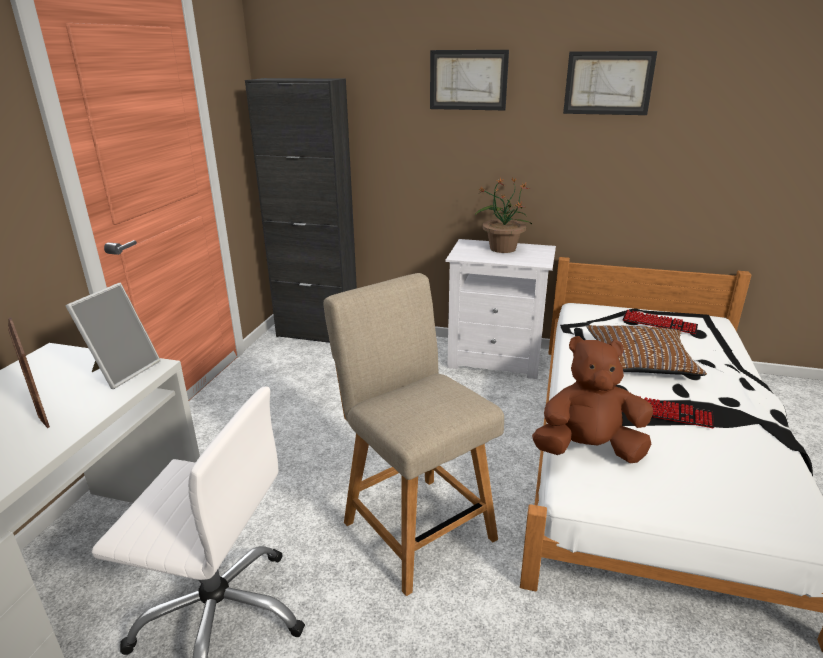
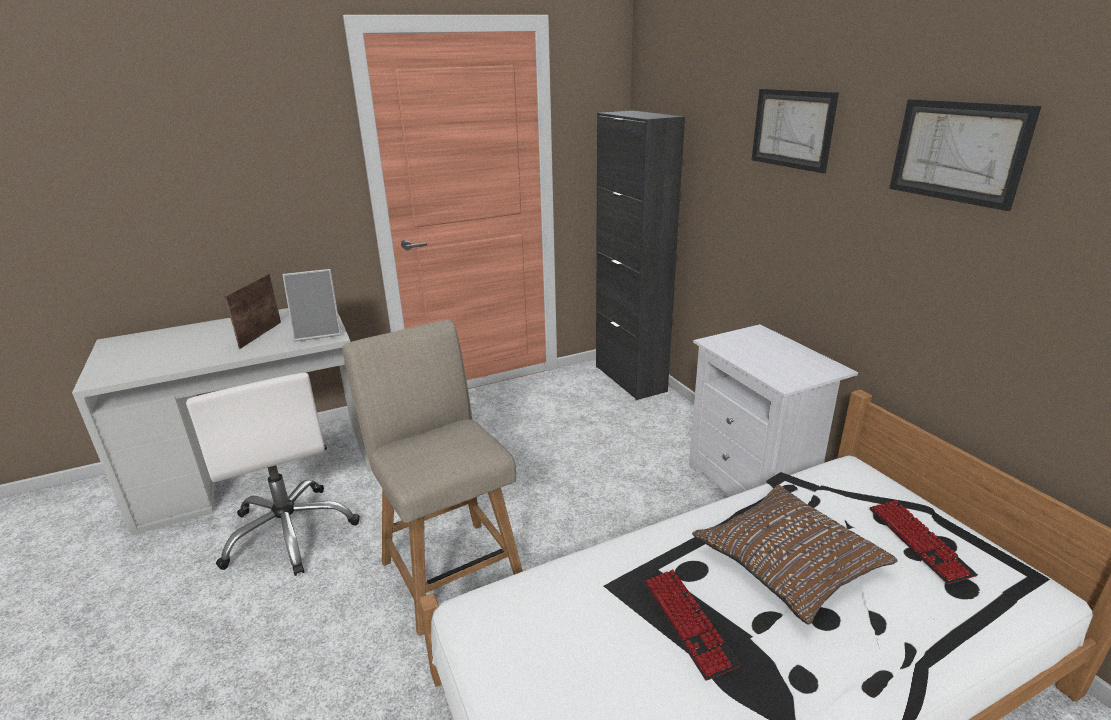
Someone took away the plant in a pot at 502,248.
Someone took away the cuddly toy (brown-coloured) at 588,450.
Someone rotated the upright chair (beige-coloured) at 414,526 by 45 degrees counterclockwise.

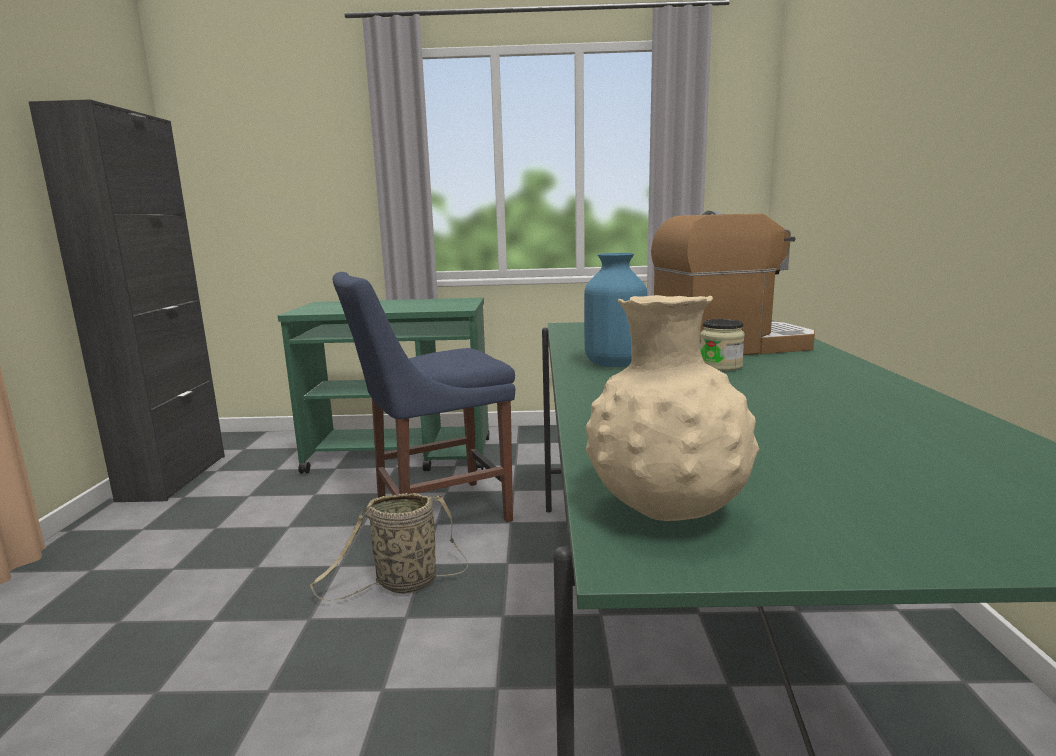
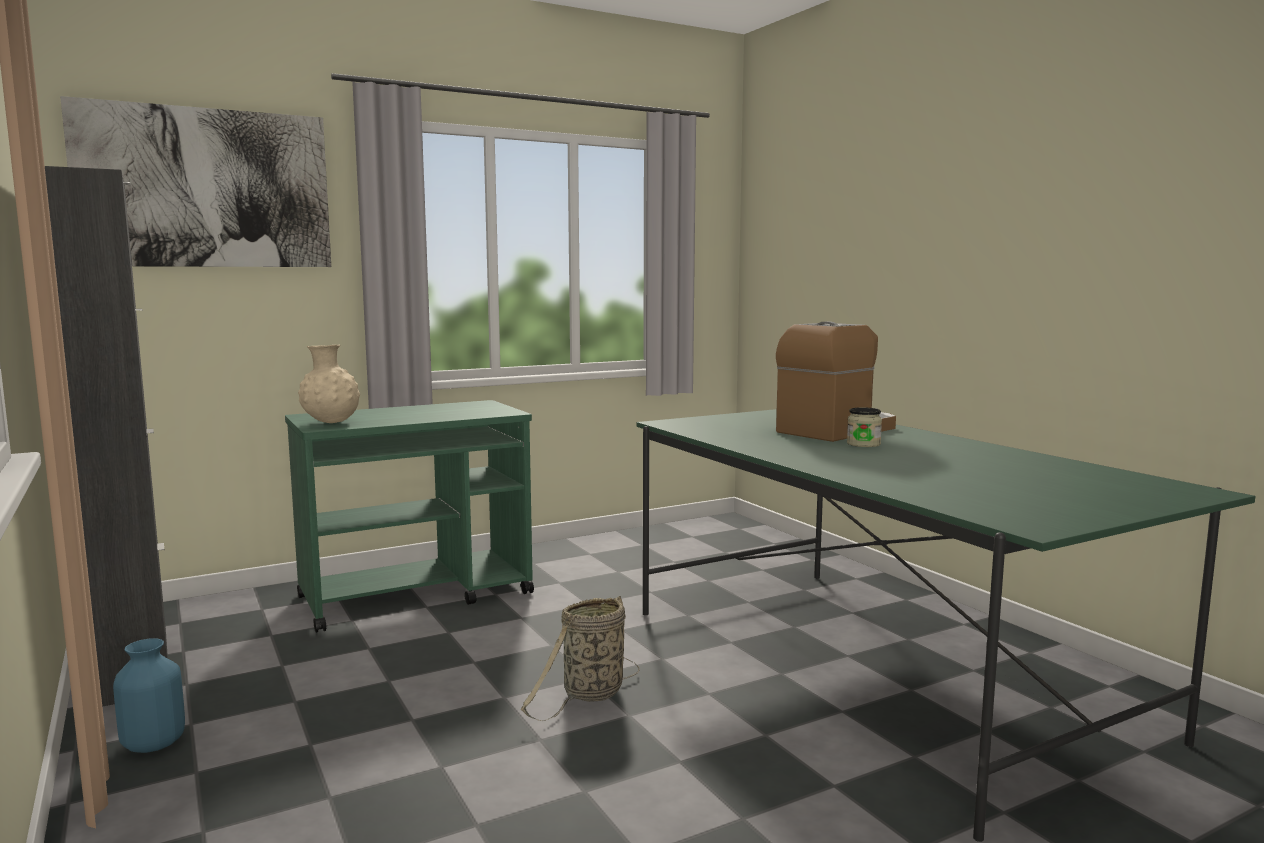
Someone took away the upright chair (blue) at 435,513.
Someone put up the picture at 206,188.
Someone carried the vase (blue) from 614,363 to 153,743.
Someone carried the vase (beige-coloured) from 667,513 to 331,423.

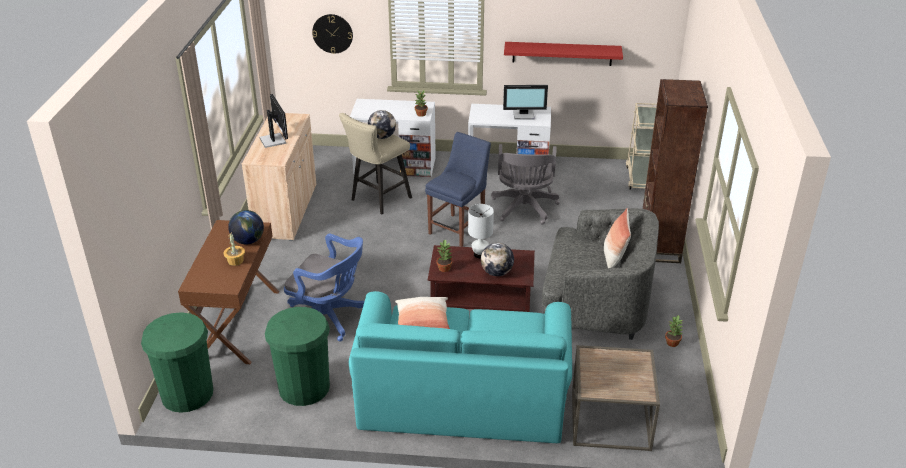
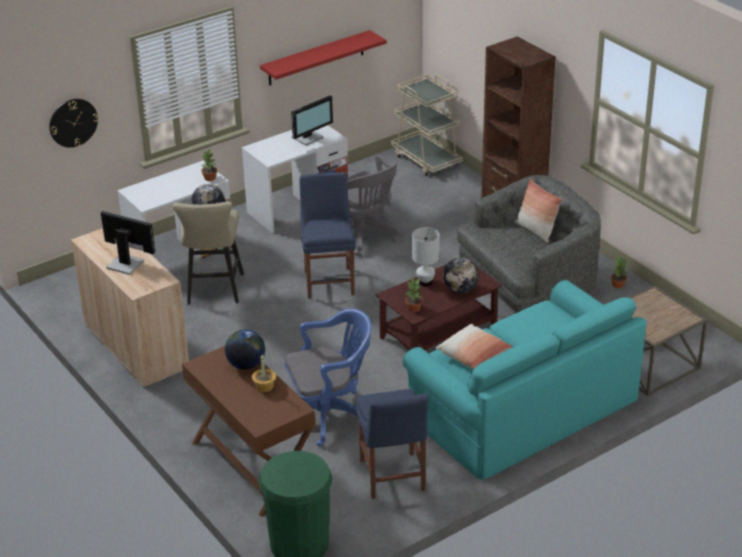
Someone swapped the rubbish bin (greenish) at 304,387 for the upright chair (blue) at 392,478.

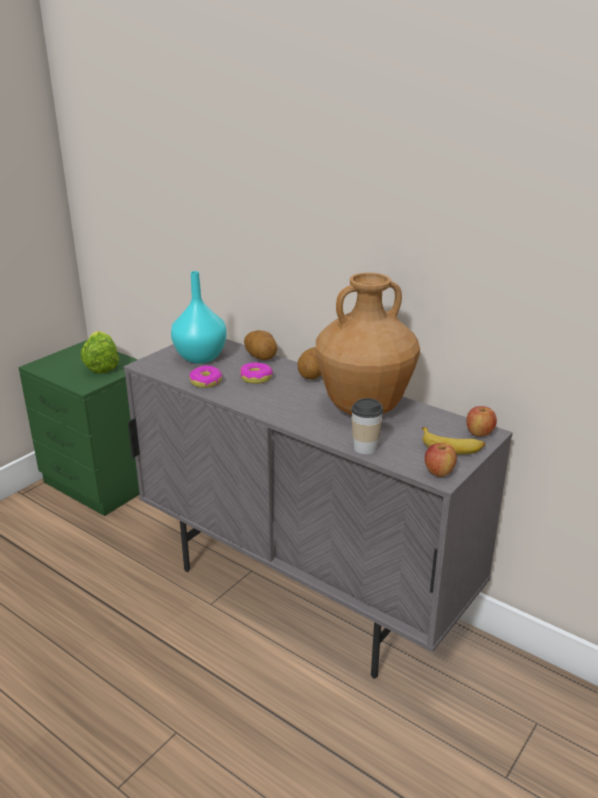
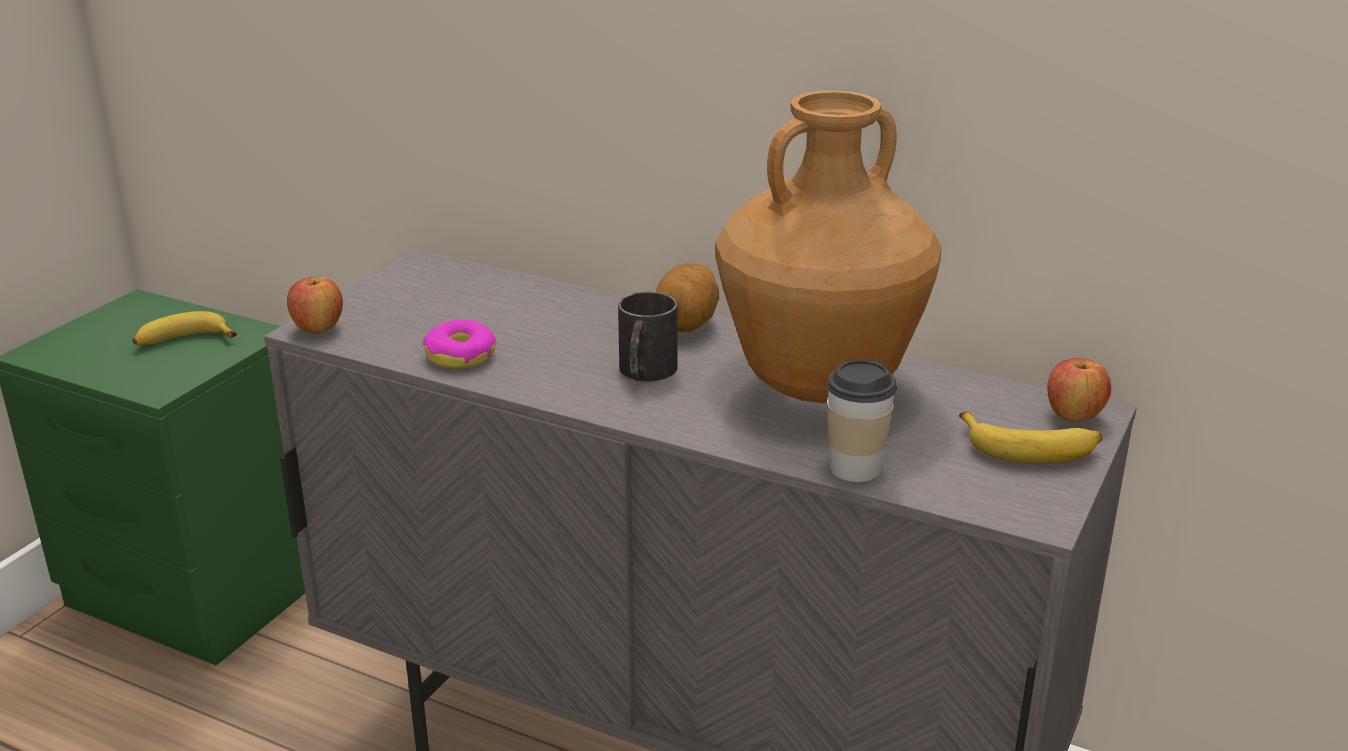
Someone took away the vase (blue-green) at 200,357.
Someone took away the doughnut at 256,378.
Someone took away the potato at 261,357.
Someone put down the mug (black-coloured) at 644,373.
Someone carried the apple fruit from 438,472 to 318,329.
Someone swapped the lettuce head at 101,365 for the whole banana at 183,341.

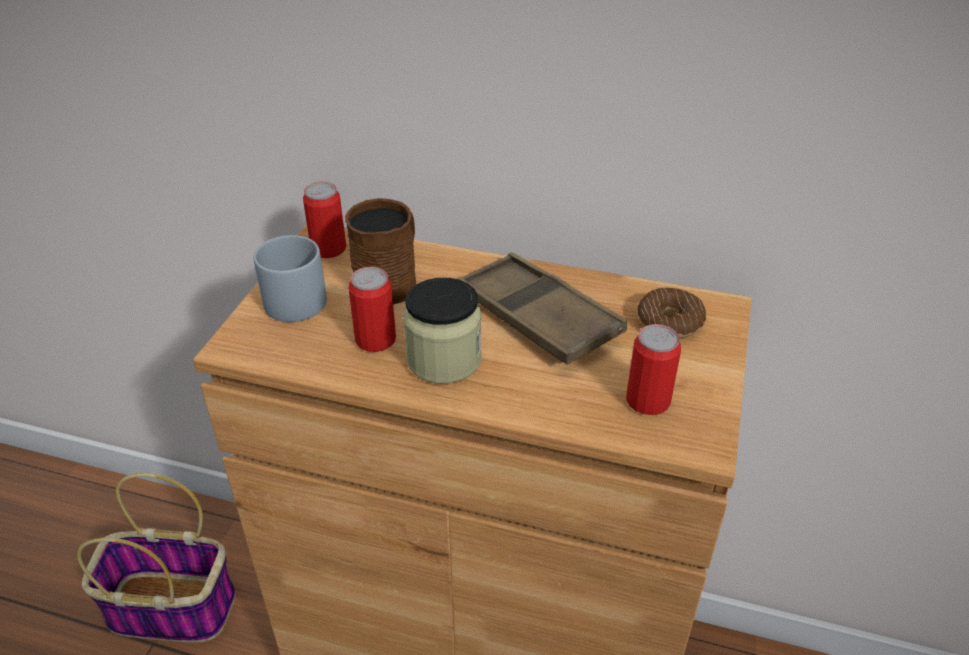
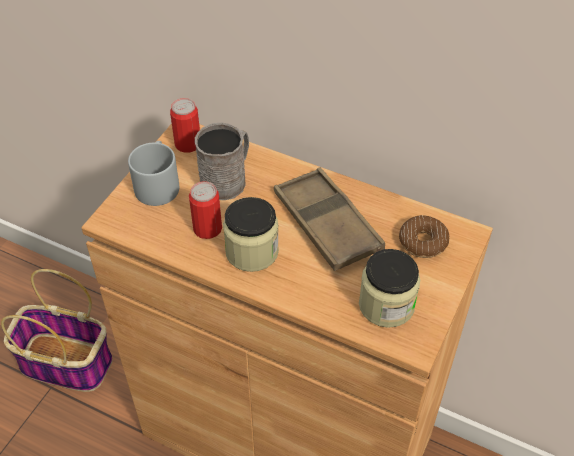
Someone swapped the metal can at 647,401 for the jar at 386,305.
Someone repainted the mug (brown-coloured) at 390,281, which became the mug (greyish) at 227,179.

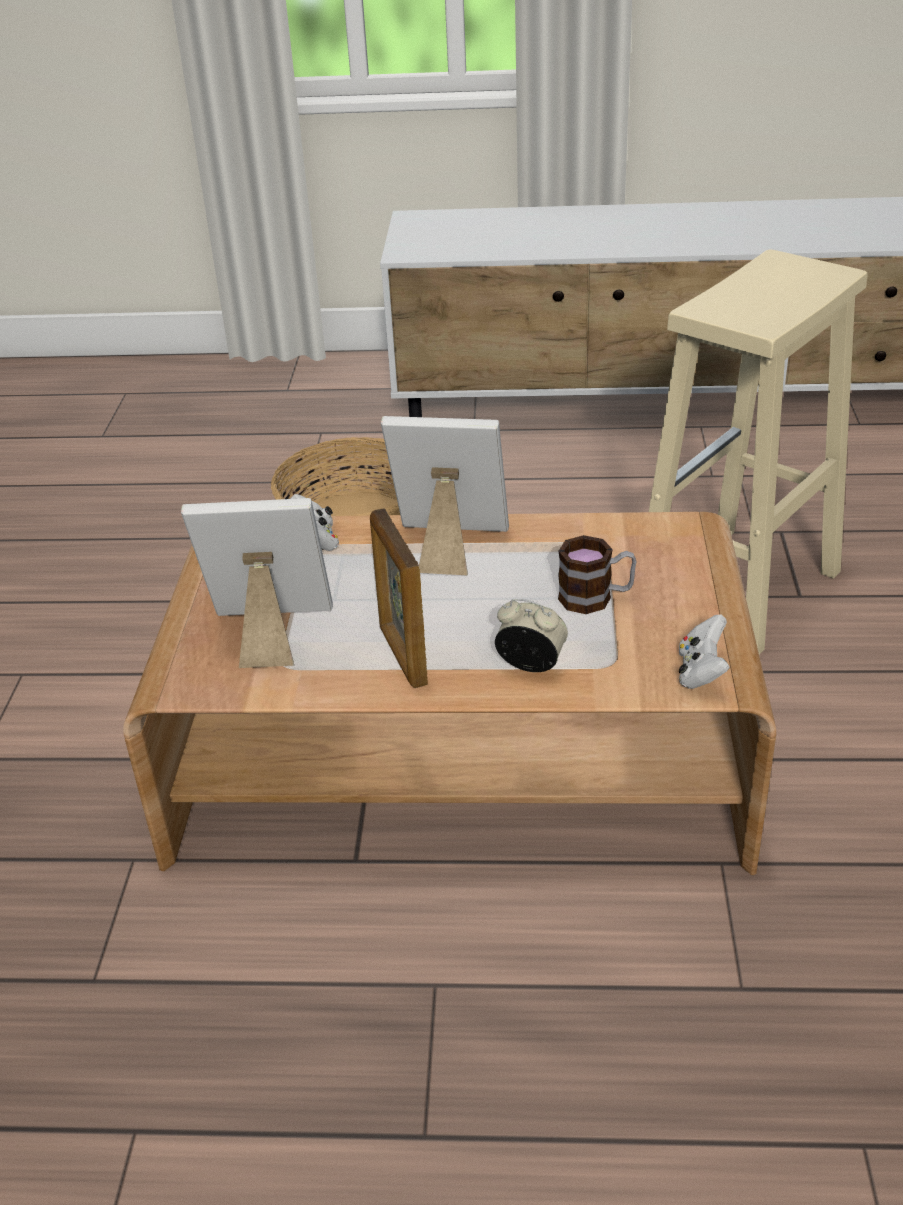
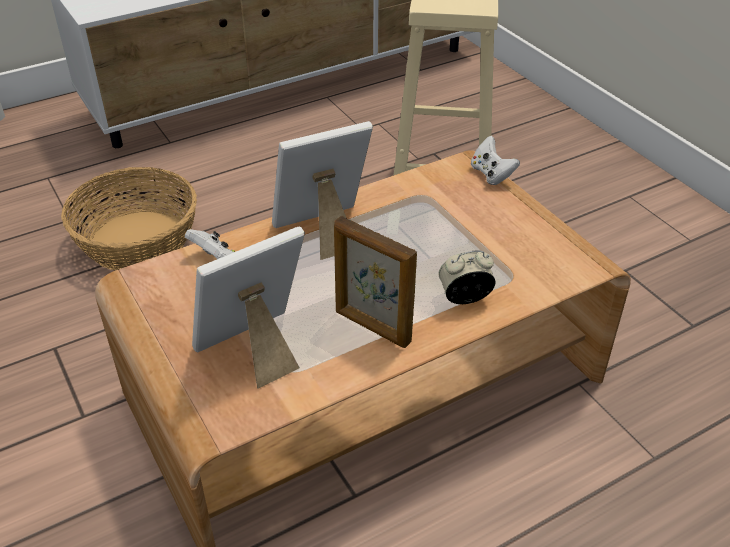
Someone took away the mug at 596,598.
Someone carried the joypad (white-coloured) from 701,672 to 491,174.

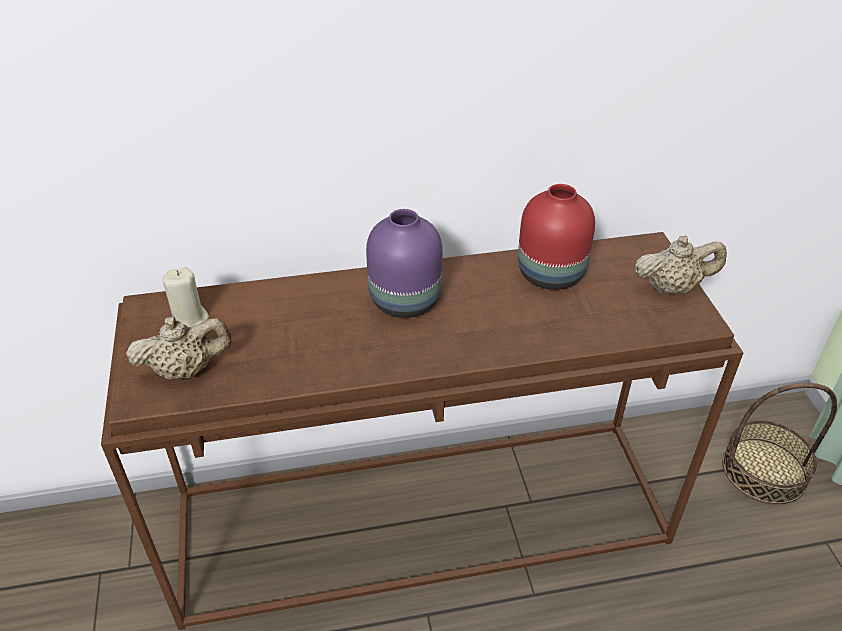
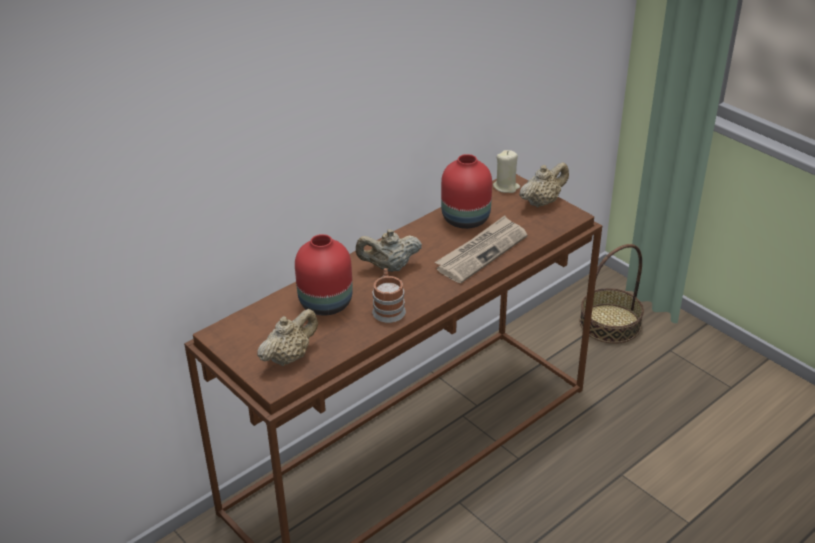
Someone put down the vase (red-coloured) at 325,304.
Someone put down the mug at 388,308.
Someone put down the daily paper at 481,252.
Someone carried the wax candle (beige-coloured) from 190,321 to 506,187.
Someone swapped the vase (purplish) at 403,301 for the tea pot (beige-coloured) at 389,267.

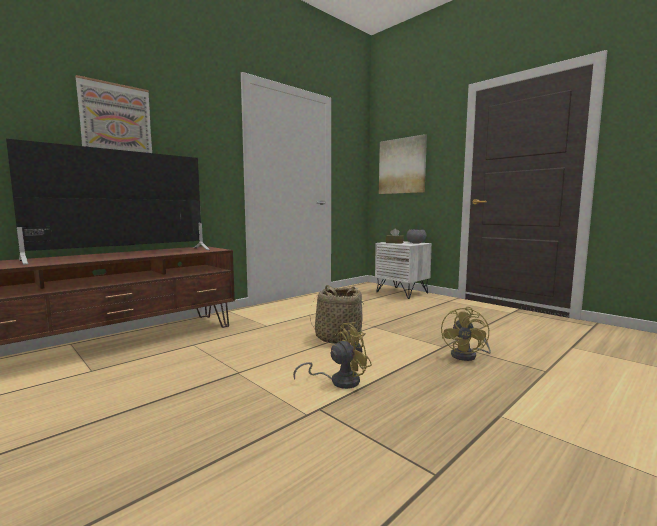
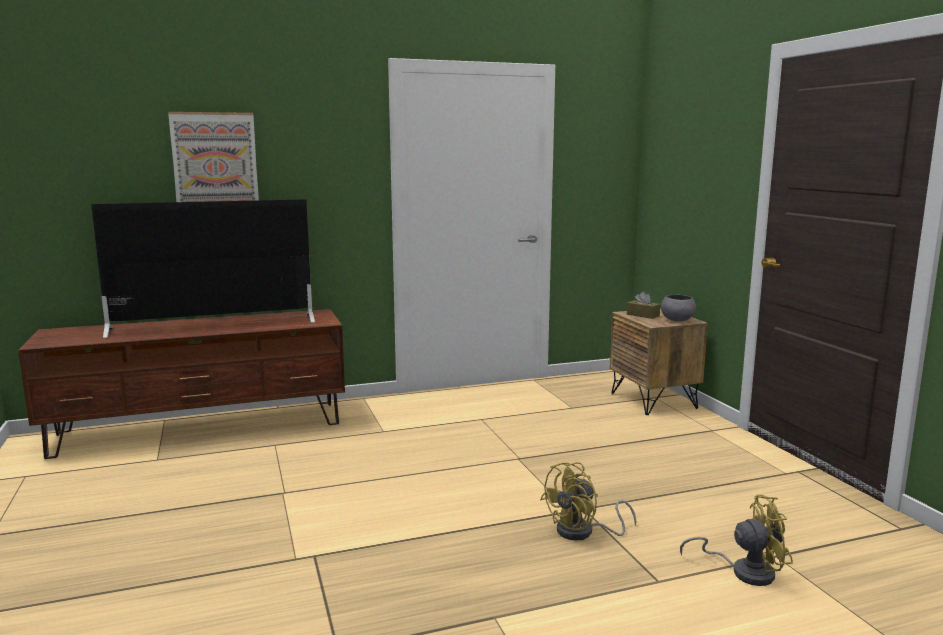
Someone took away the storage basket at 338,338.
Someone took away the picture at 402,166.
Someone carried the cooling fan (yellow) from 339,381 to 744,571.
Someone repainted the nightstand (white-coloured) at 402,293, which became the nightstand (brown-coloured) at 654,401.

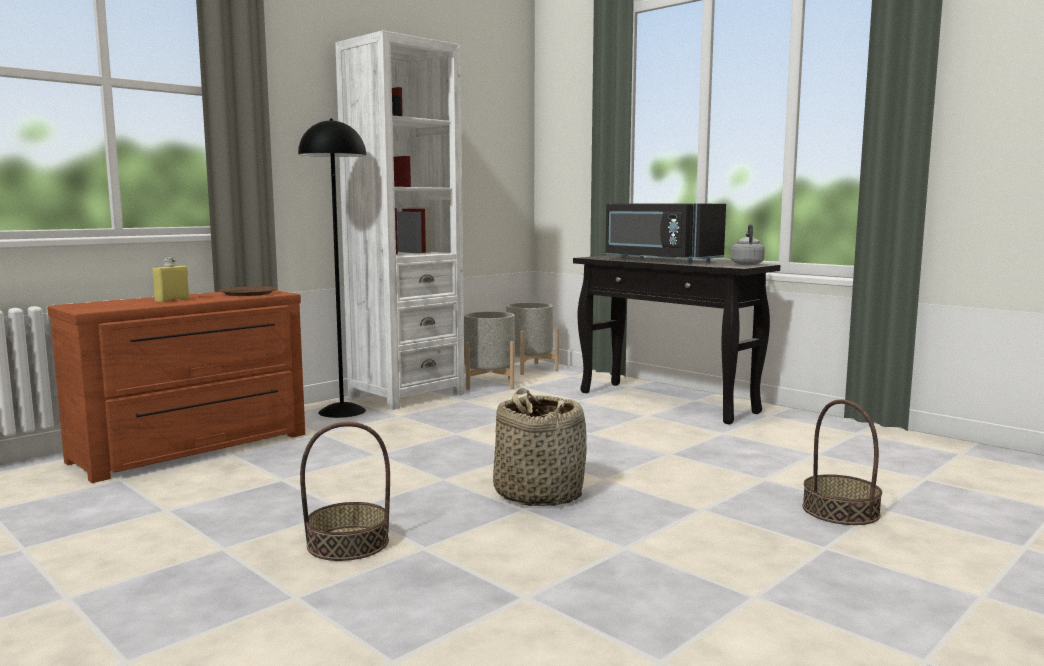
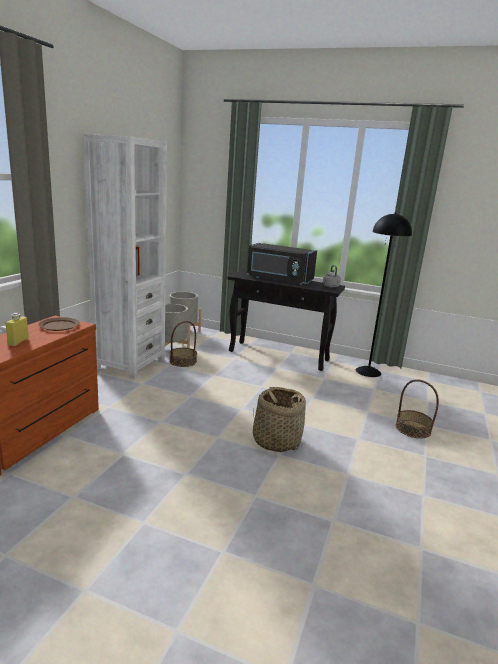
Someone carried the floor lamp (black-coloured) from 342,411 to 368,371.
Someone carried the storage basket from 348,543 to 183,361.

